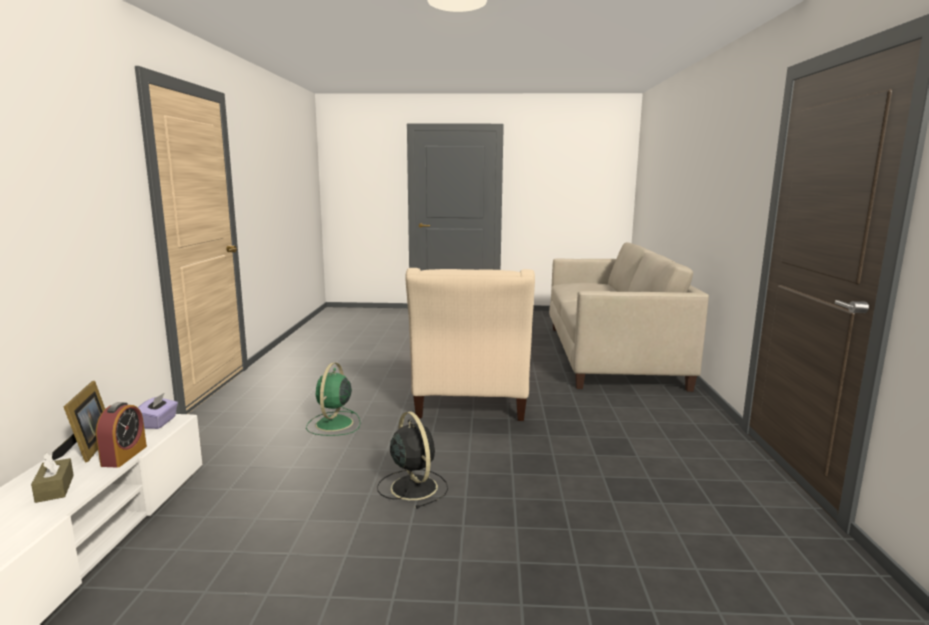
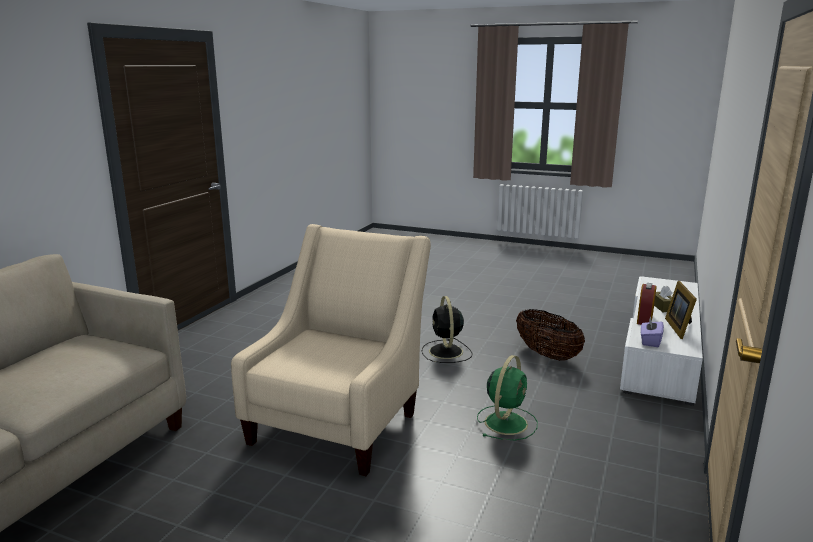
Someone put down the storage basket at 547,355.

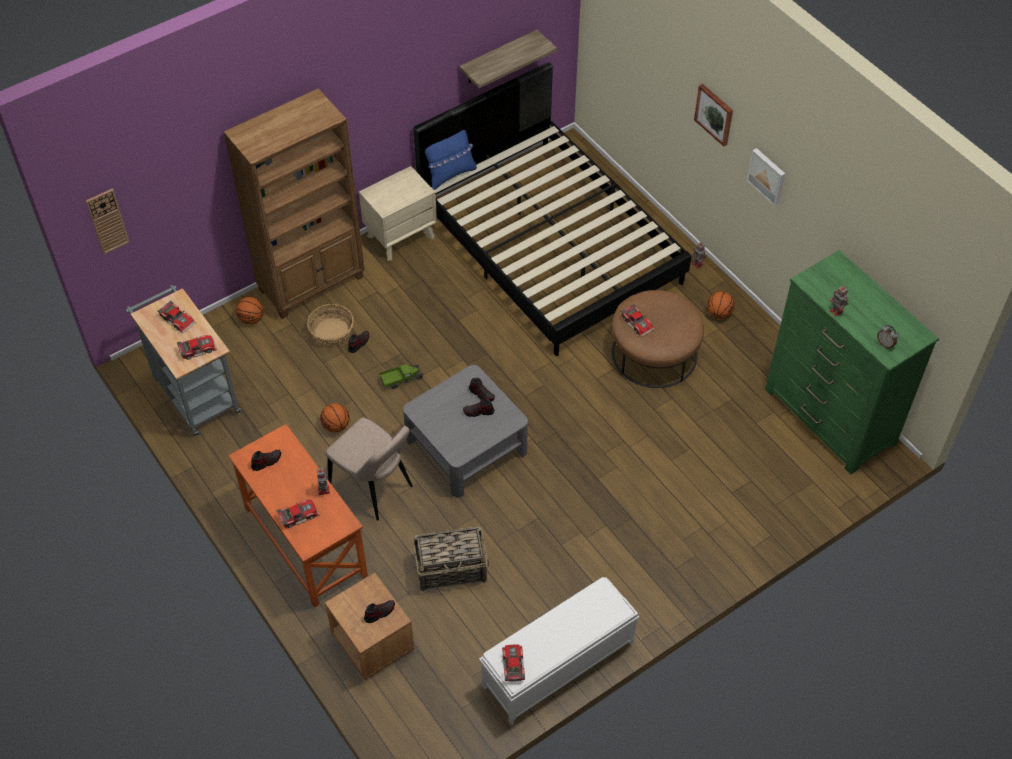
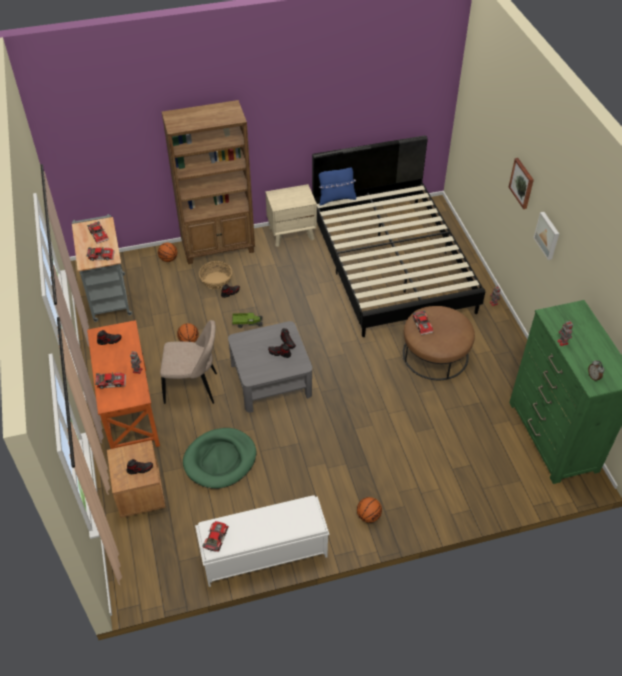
Someone took away the wall clock at 107,221.
Someone took away the shelf at 498,57.
Someone carried the basketball ball from 719,313 to 368,516.
Someone swapped the storage basket at 452,569 for the dog cushion (greenish) at 220,460.
Someone rotated the upright chair (beige-coloured) at 374,487 by 60 degrees counterclockwise.

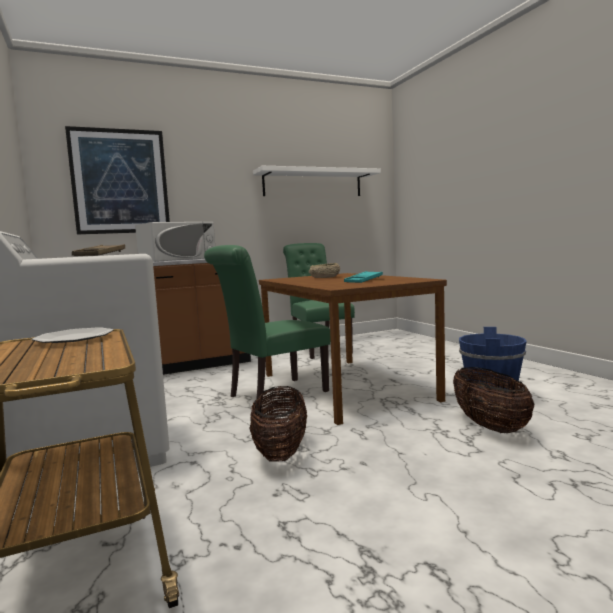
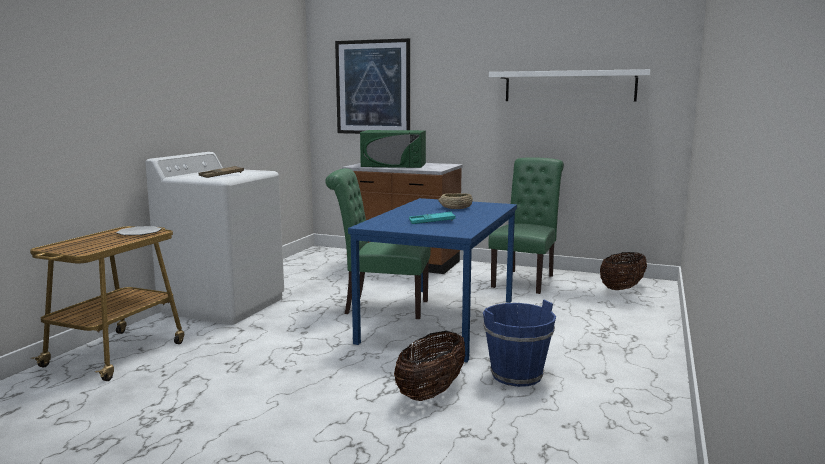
Someone carried the storage basket from 281,452 to 622,288.
Someone repainted the microwave (white-coloured) at 177,259, which became the microwave (greenish) at 394,165.
Someone repainted the dining table (brown-coloured) at 343,386, which became the dining table (blue) at 439,320.

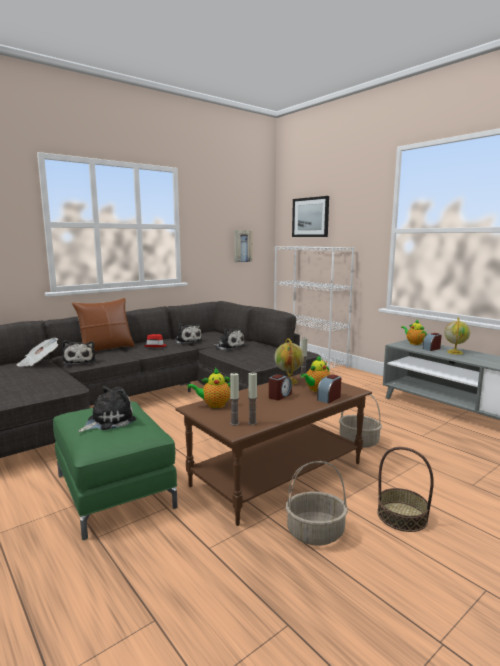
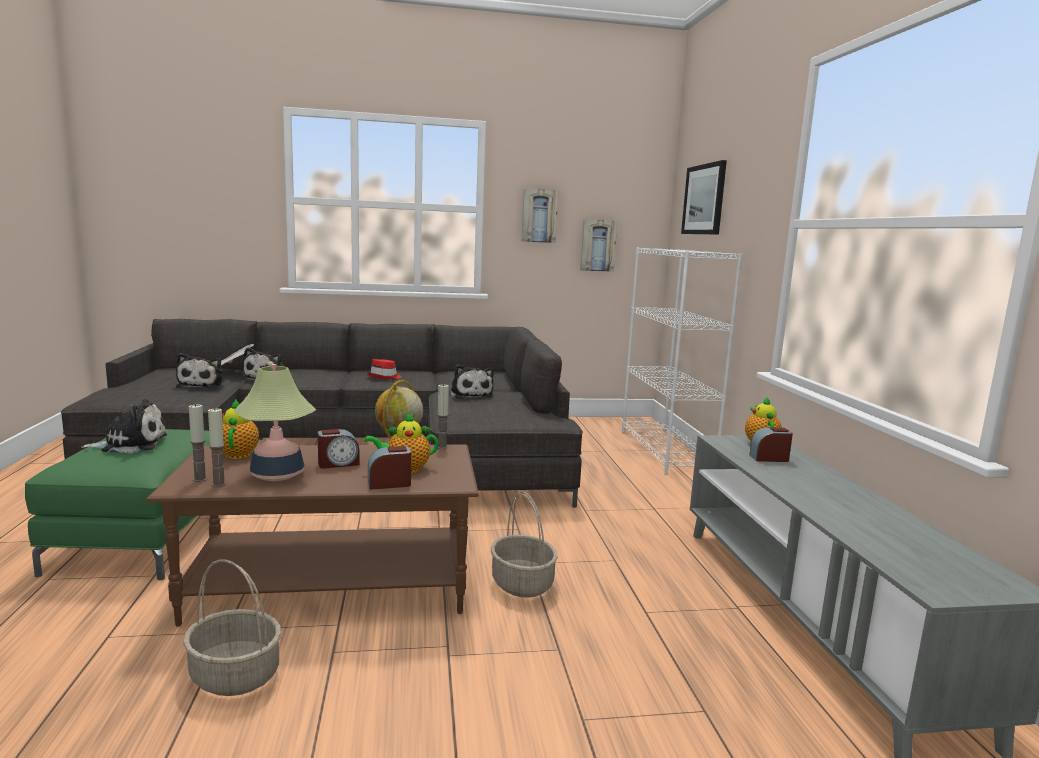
Someone took away the pillow (brown-coloured) at 106,349.
Someone took away the storage basket at 402,516.
Someone took away the world globe at 454,352.
Someone put down the lamp for a table at 277,475.
Someone put up the picture at 539,216.
Someone carried the cuddly toy from 187,341 to 203,385.
Someone rotated the tea pot at 214,405 by 60 degrees clockwise.

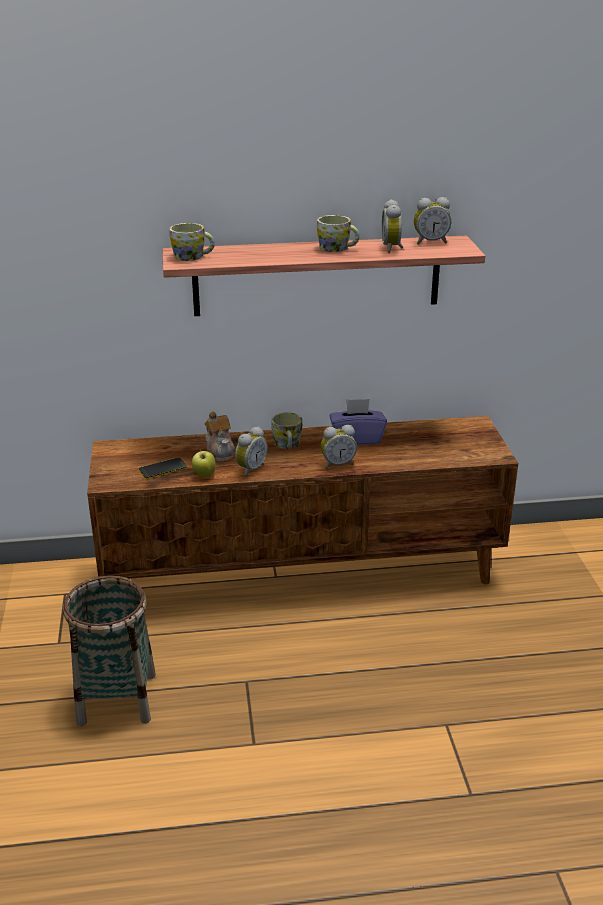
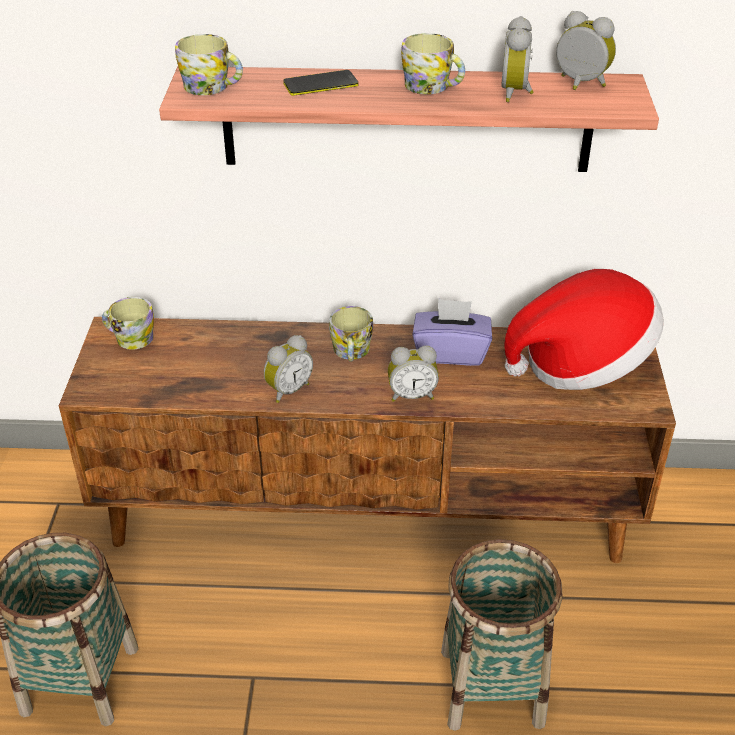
Someone took away the apple fruit at 204,475.
Someone took away the tea pot at 220,451.
Someone put down the mug at 130,338.
Someone put down the storage basket at 492,687.
Someone put down the hat at 581,363.
Someone carried the handset from 163,469 to 320,84.
Someone rotated the table clock at 430,242 by 150 degrees counterclockwise.

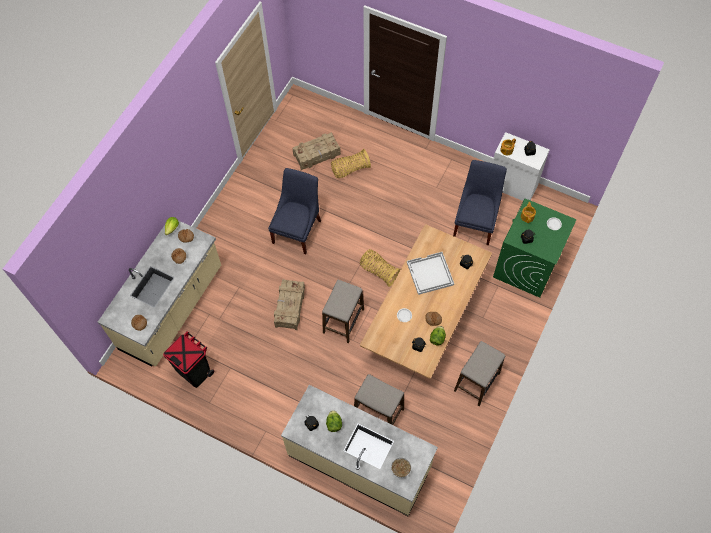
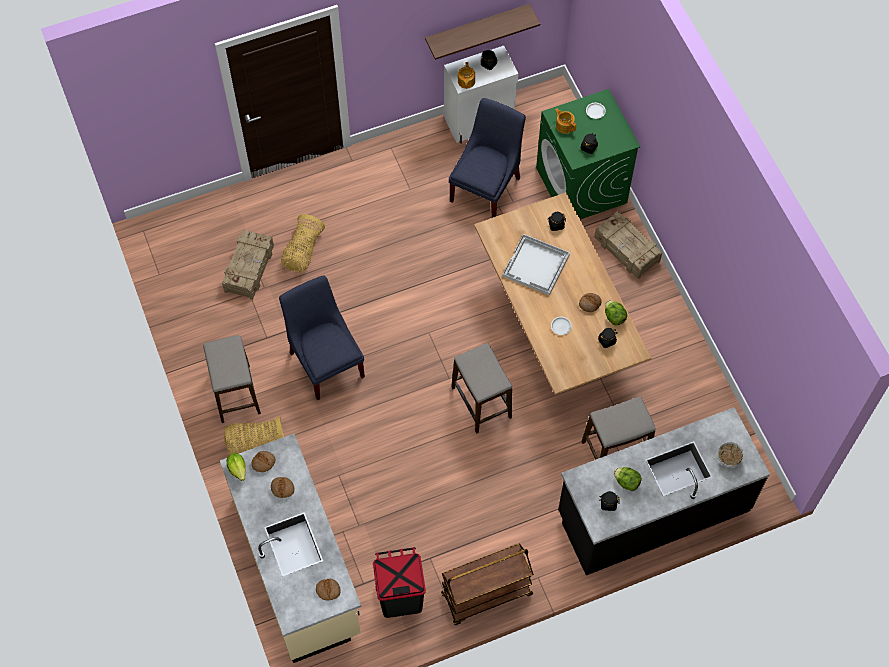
Someone put up the shelf at 477,28.
Someone put down the cart (brown-coloured) at 486,595.
Someone carried the crate from 289,307 to 626,250.
Someone carried the storage basket from 379,271 to 255,441.
Someone carried the sitting stool from 477,382 to 236,393.
Someone repainted the kitchen counter (beige-coloured) at 359,461, which became the kitchen counter (black-coloured) at 653,511.
Someone rotated the upright chair (blue) at 476,221 by 60 degrees clockwise.

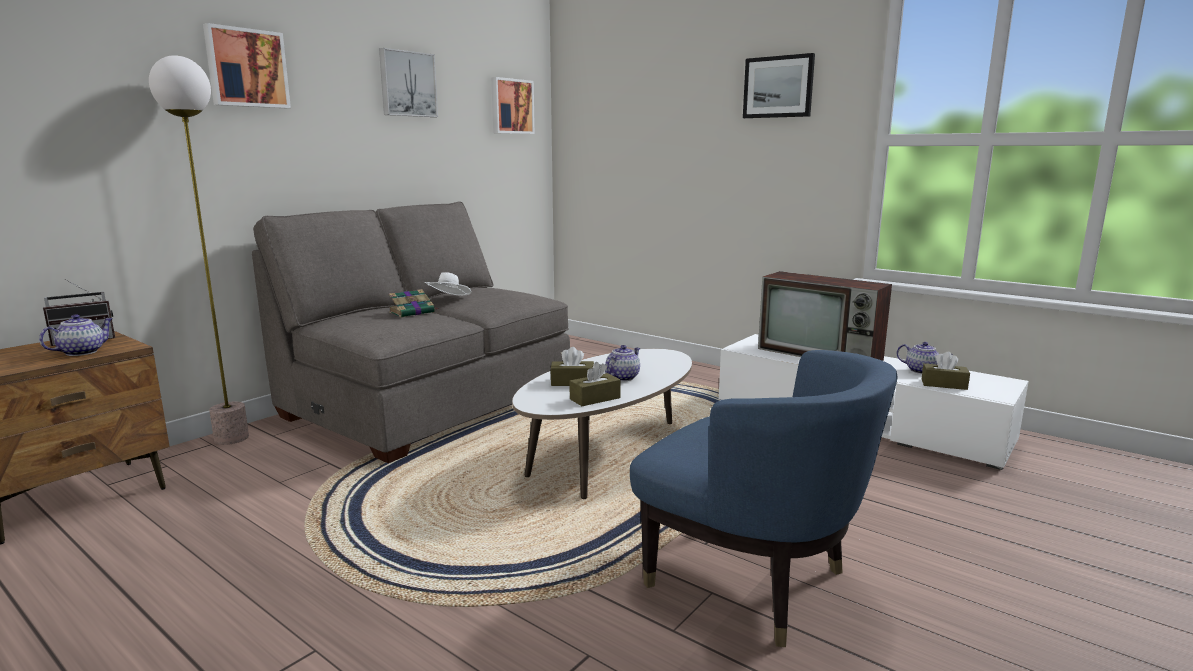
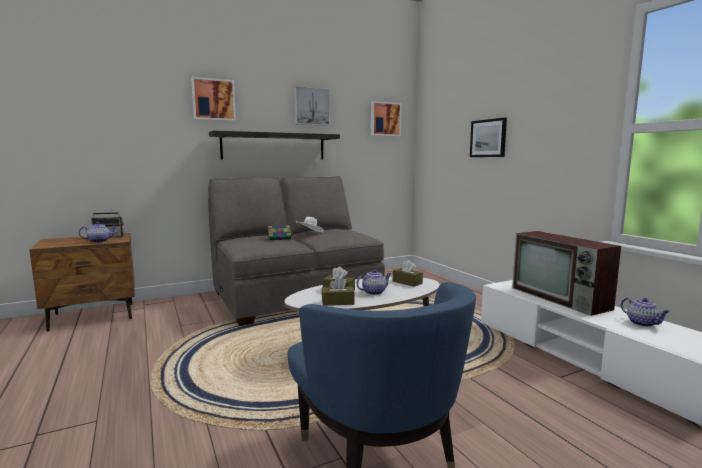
Someone took away the floor lamp at 231,438.
Someone put up the shelf at 274,146.
Someone carried the picture from 778,87 to 488,138.
Someone carried the tissue holder (brown-coloured) from 944,384 to 407,282.

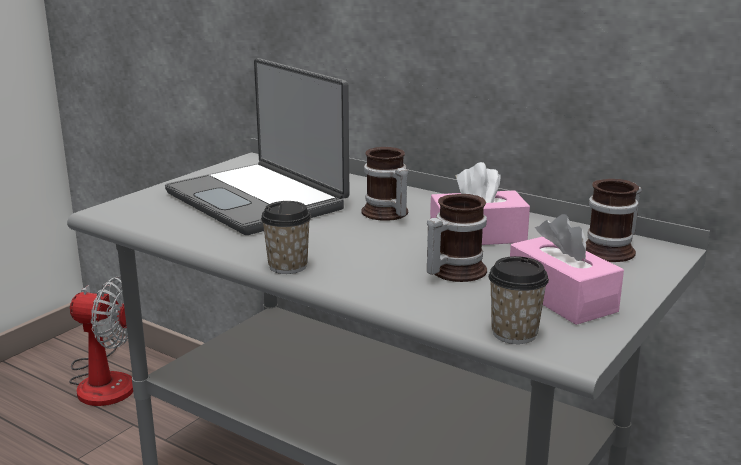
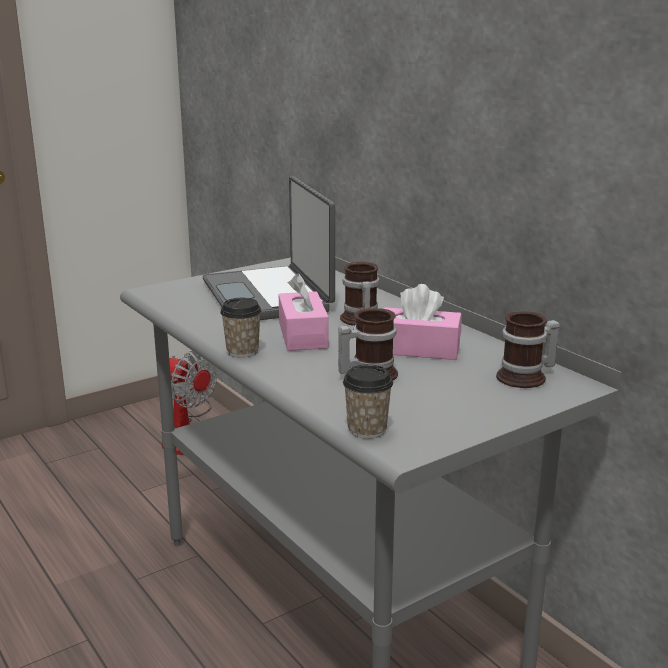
Someone carried the tissue holder (pinkish) from 561,298 to 303,335.

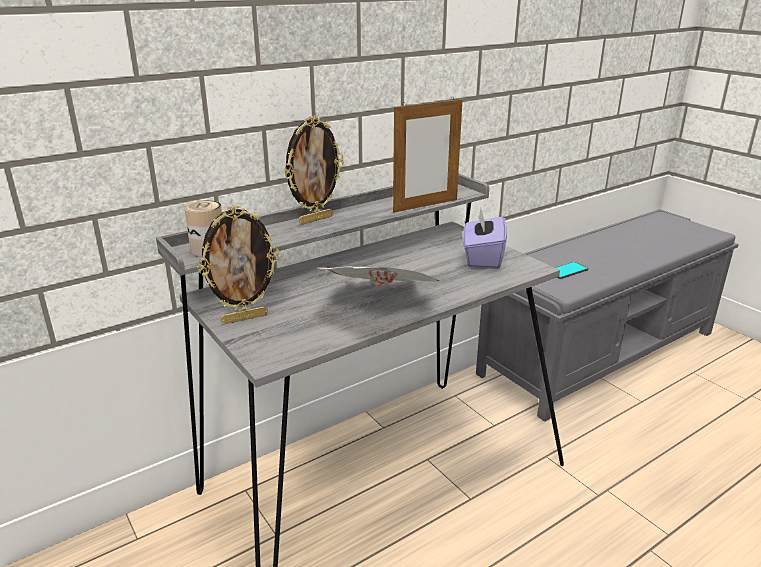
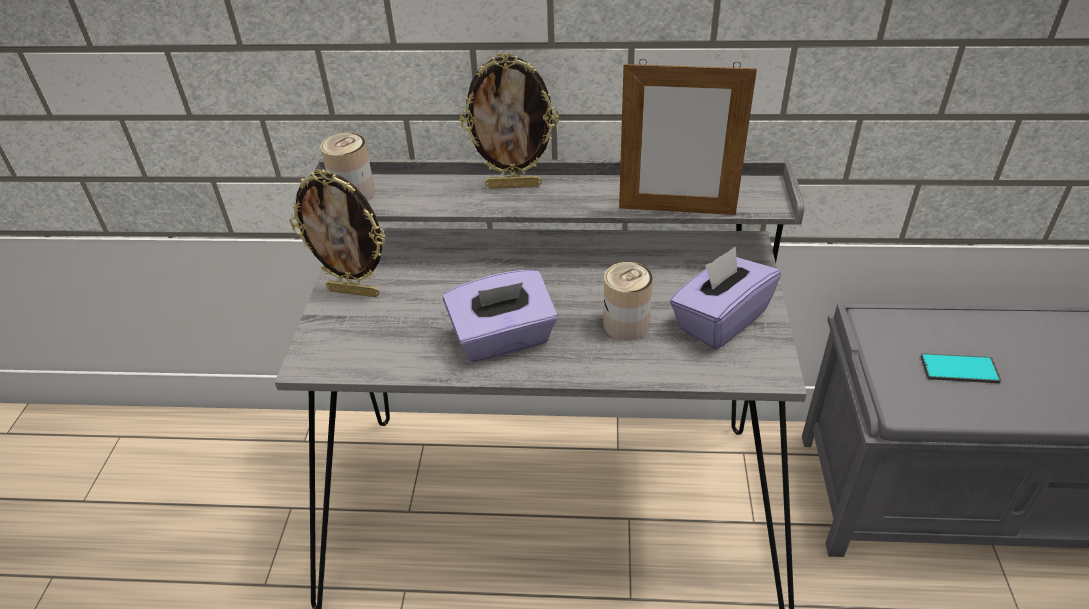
Someone put down the metal can at 626,324.
Someone swapped the daily paper at 381,304 for the tissue holder (purplish) at 503,339.

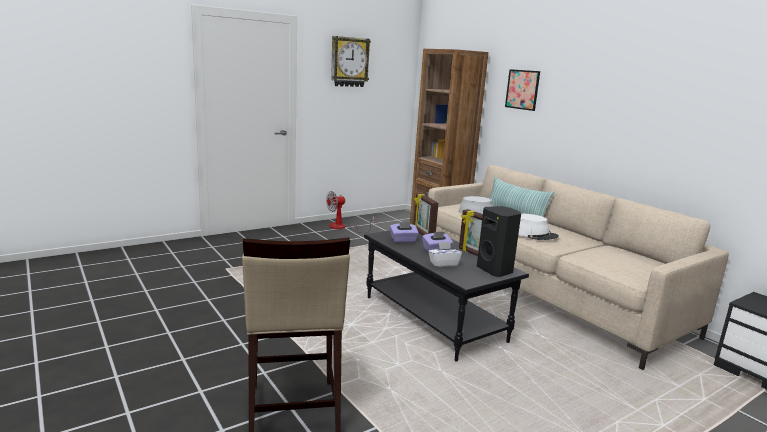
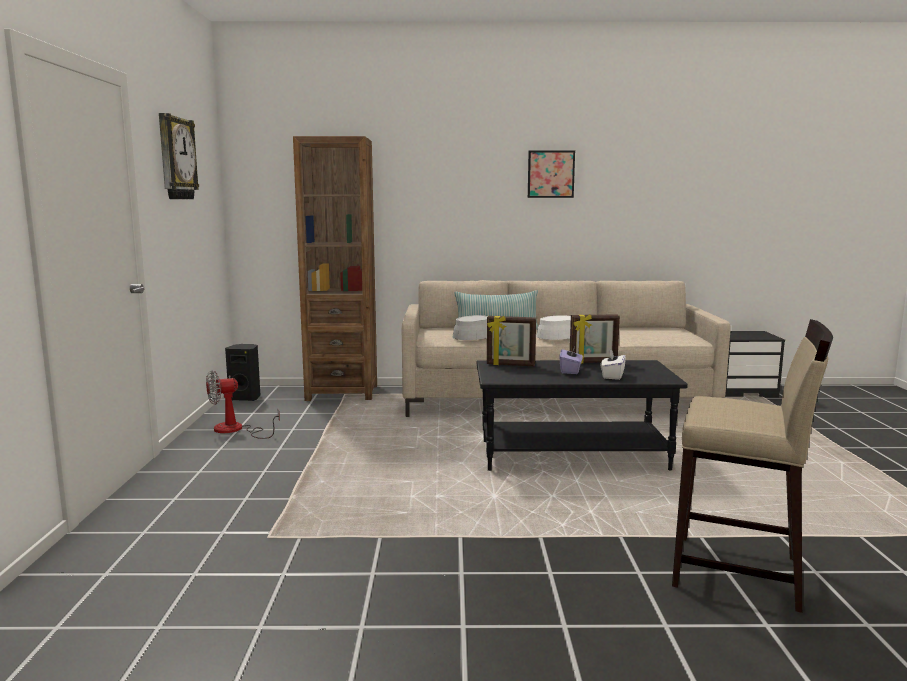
Someone took away the tissue holder (purplish) at 403,240.
Someone carried the loudspeaker (black-coloured) from 495,270 to 246,398.
Someone carried the picture from 522,89 to 551,174.
Someone rotated the cooling fan at 343,227 by 60 degrees clockwise.

